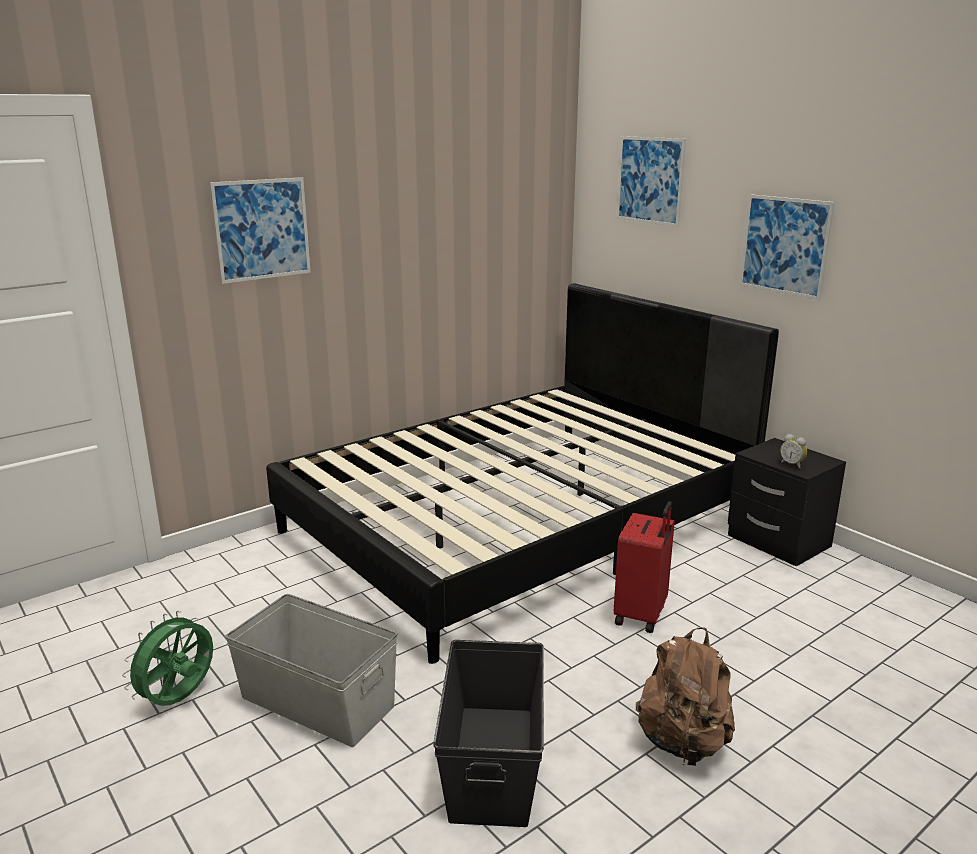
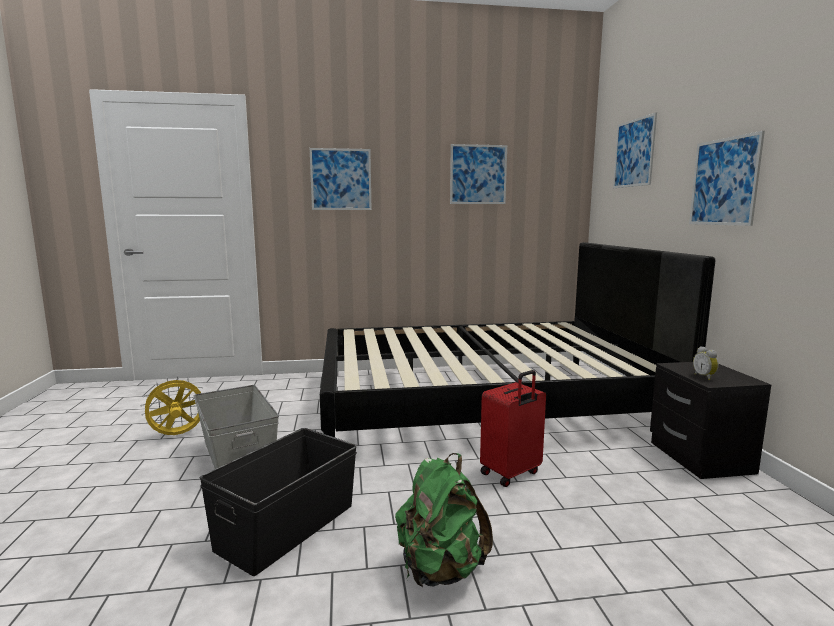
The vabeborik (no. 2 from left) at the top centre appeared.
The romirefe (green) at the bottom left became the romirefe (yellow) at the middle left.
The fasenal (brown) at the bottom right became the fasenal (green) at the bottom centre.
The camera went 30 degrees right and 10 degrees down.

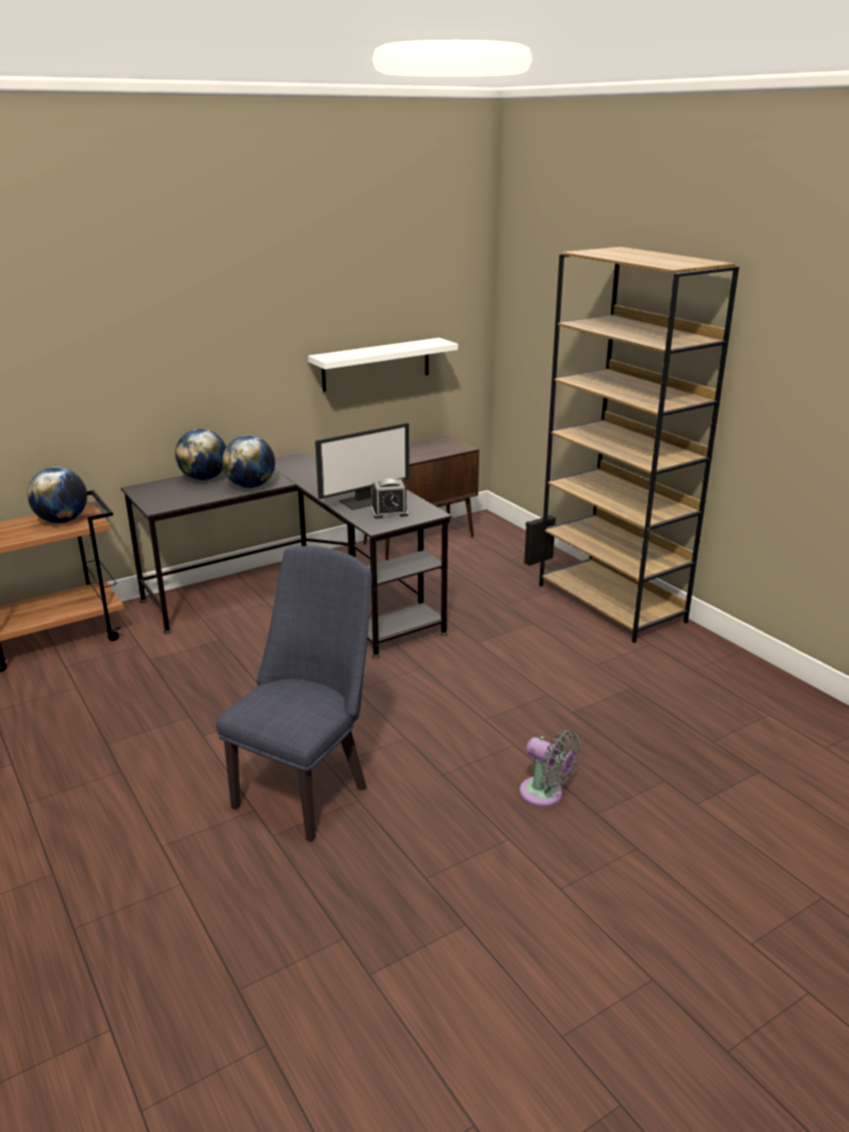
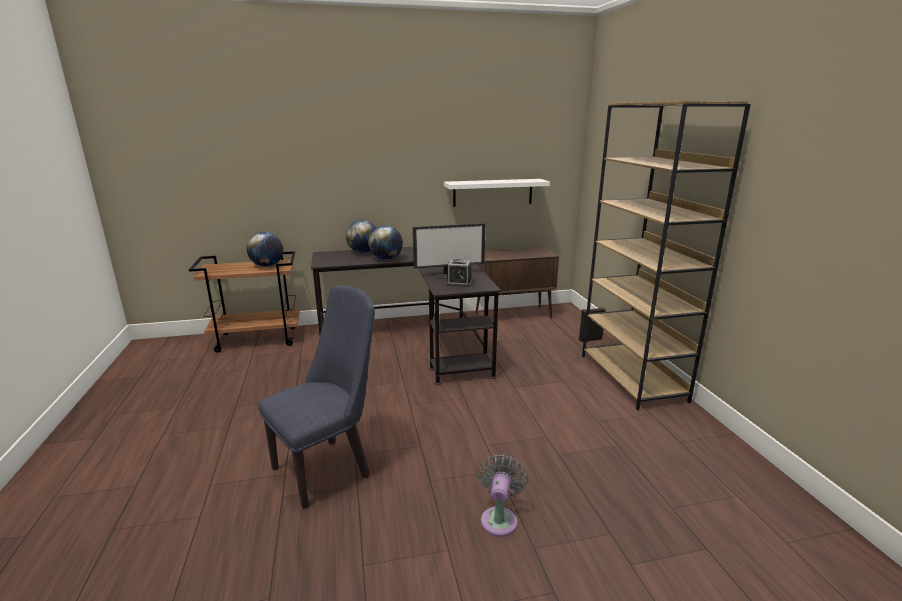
The romirefe (grey) at the bottom centre turned 135 degrees counterclockwise.
The camera went 20 degrees right and 5 degrees down.

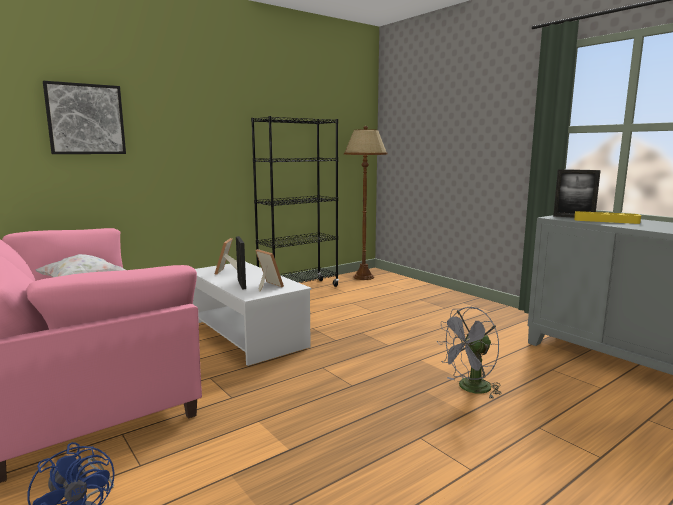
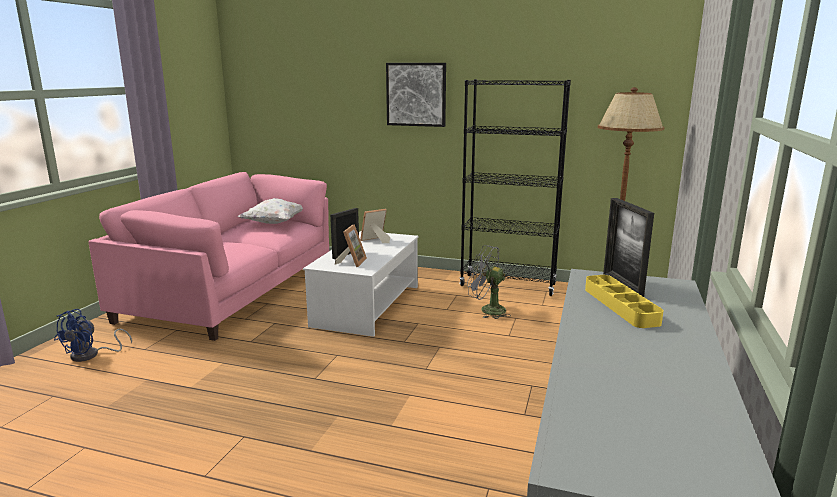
The vabeborik moved from the top left to the top centre.
The romirefe (grey) moved from the bottom right to the centre.
The camera went 55 degrees right and 5 degrees up.

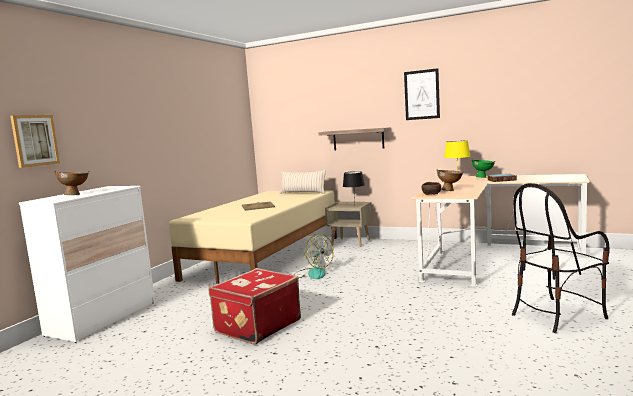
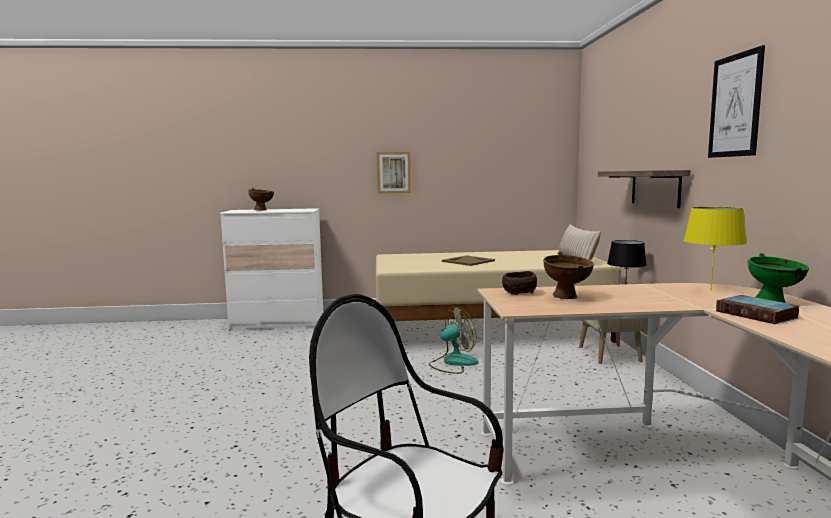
The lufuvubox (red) at the bottom centre disappeared.
The vabeborik (no. 1 from left) moved from the middle left to the centre.
The romirefe at the centre turned 135 degrees counterclockwise.
The camera went 60 degrees right and 0 degrees up.

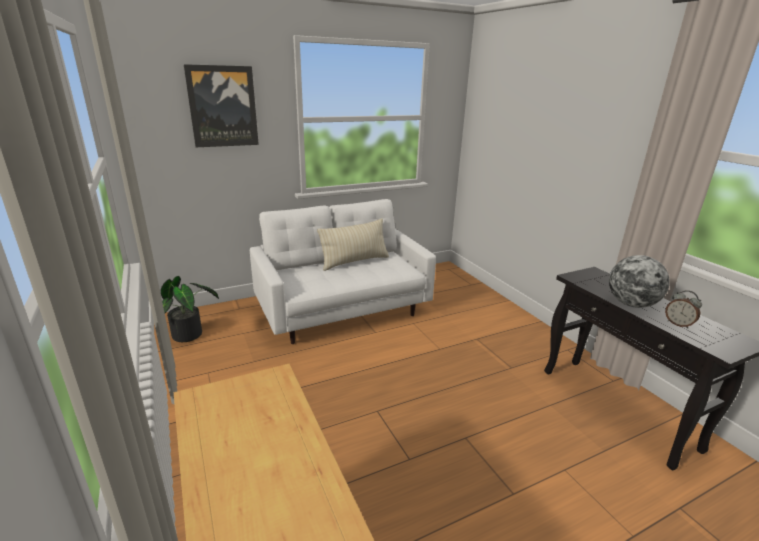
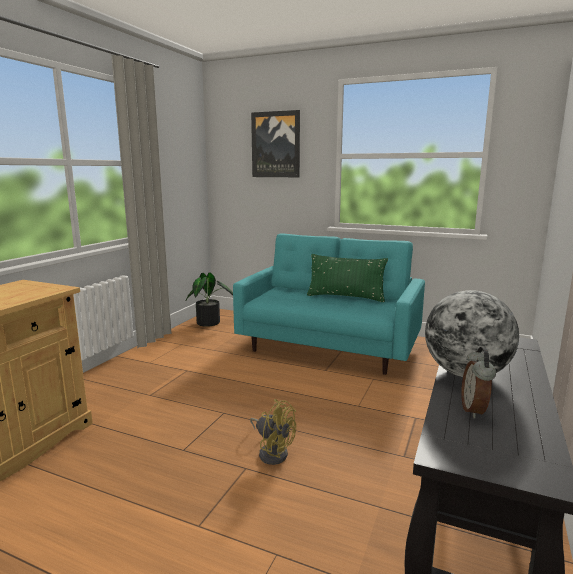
The romirefe (yellow) at the bottom centre appeared.
The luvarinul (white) at the centre became the luvarinul (turquoise) at the centre.
The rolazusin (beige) at the centre became the rolazusin (green) at the centre.
The camera went 50 degrees right and 10 degrees down.

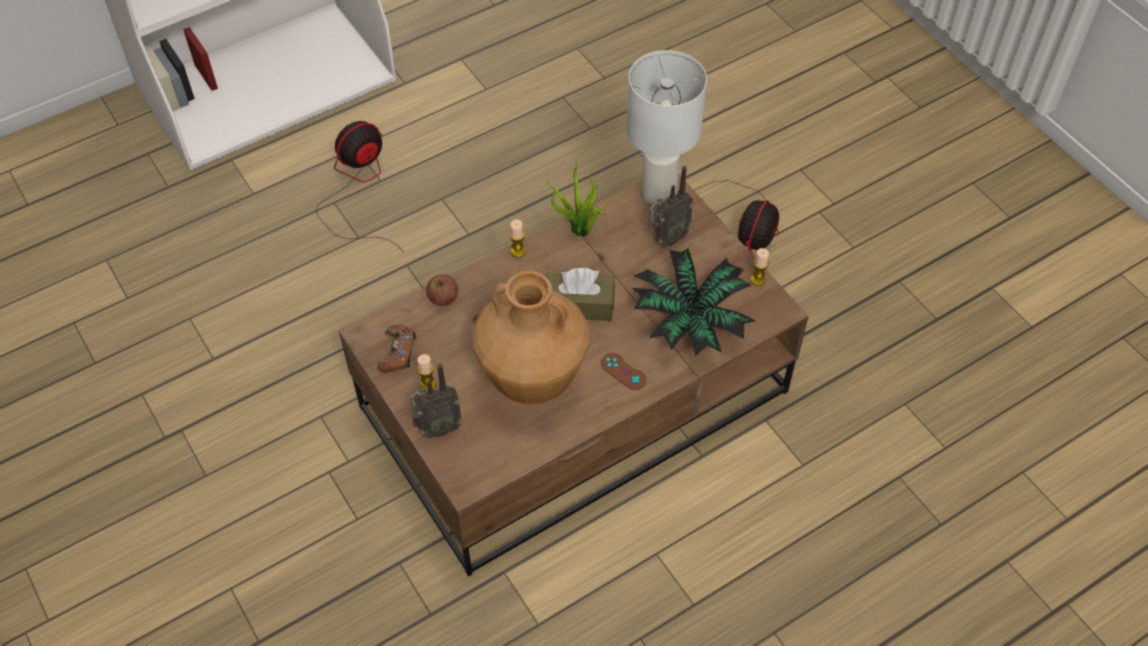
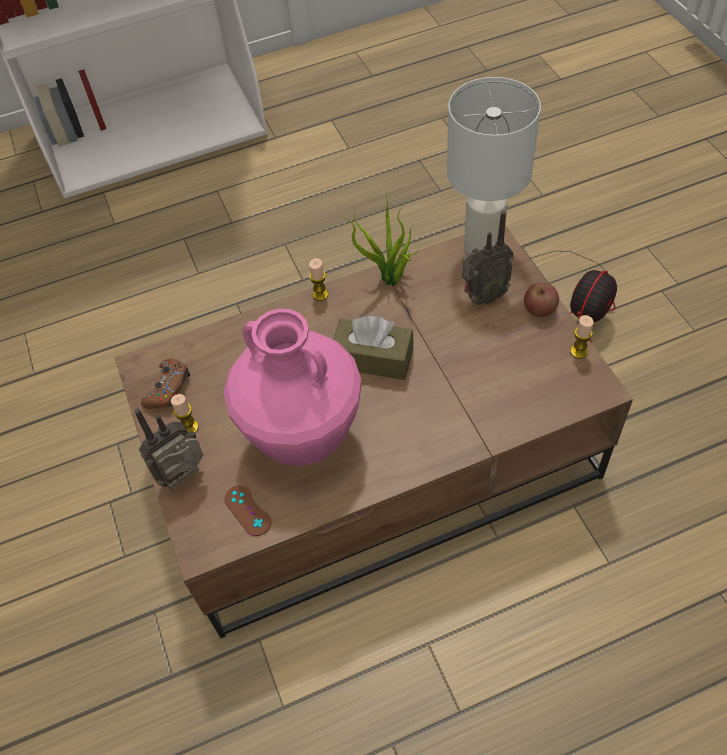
The romirefe (no. 1 from left) at the top left disappeared.
The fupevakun (no. 2 from left) at the centre disappeared.
The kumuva moved from the centre to the middle right.
The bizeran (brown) (no. 2 from left) moved from the centre to the bottom centre.
The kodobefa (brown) at the centre became the kodobefa (pink) at the centre.
The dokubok (no. 1 from left) at the centre turned 150 degrees clockwise.
The camera went 15 degrees right and 0 degrees up.

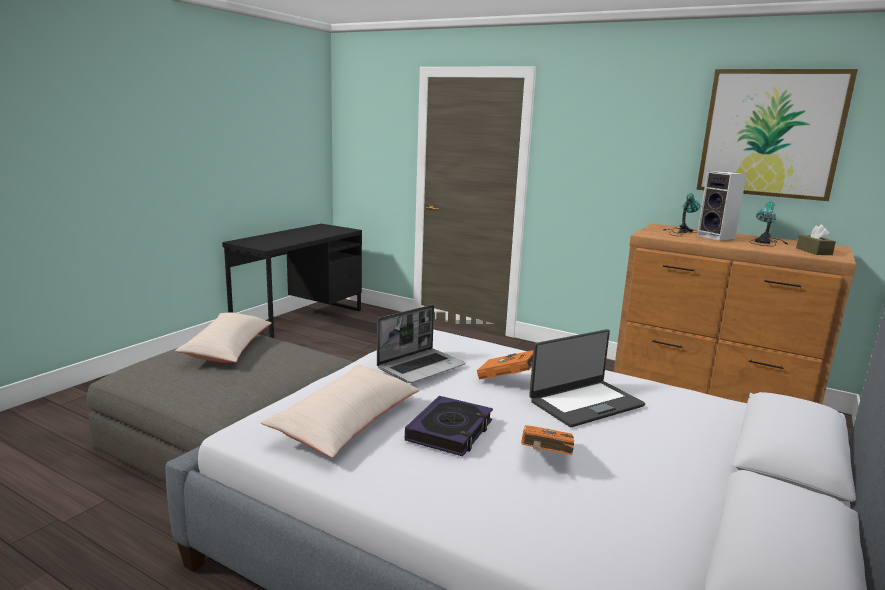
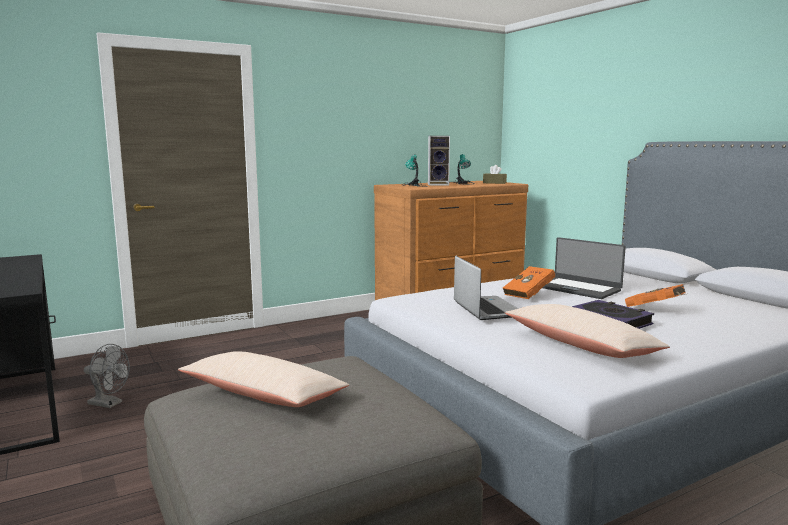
The vabeborik at the top right disappeared.
The romirefe (grey) at the bottom left appeared.
The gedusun (no. 2 from left) at the centre turned 135 degrees clockwise.
The camera went 60 degrees left and 5 degrees down.

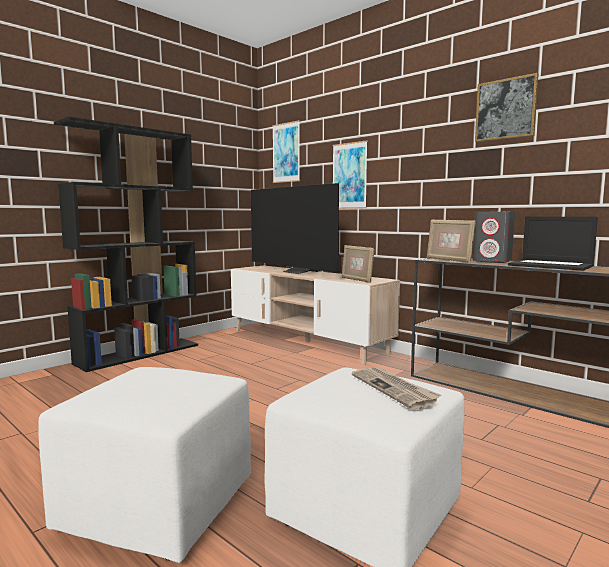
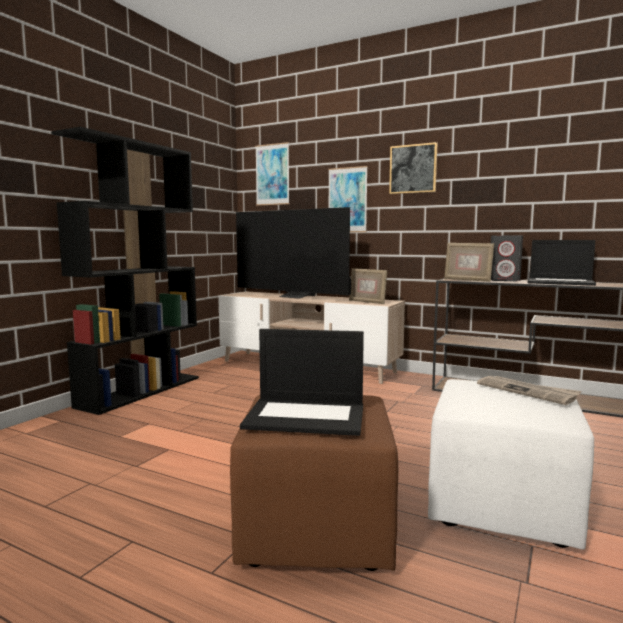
The gedusun (no. 1 from left) at the centre appeared.
The vabeborik (no. 3 from left) moved from the top right to the top centre.
The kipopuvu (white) (no. 1 from left) at the bottom left became the kipopuvu (brown) at the bottom centre.
The camera went 15 degrees left and 0 degrees up.

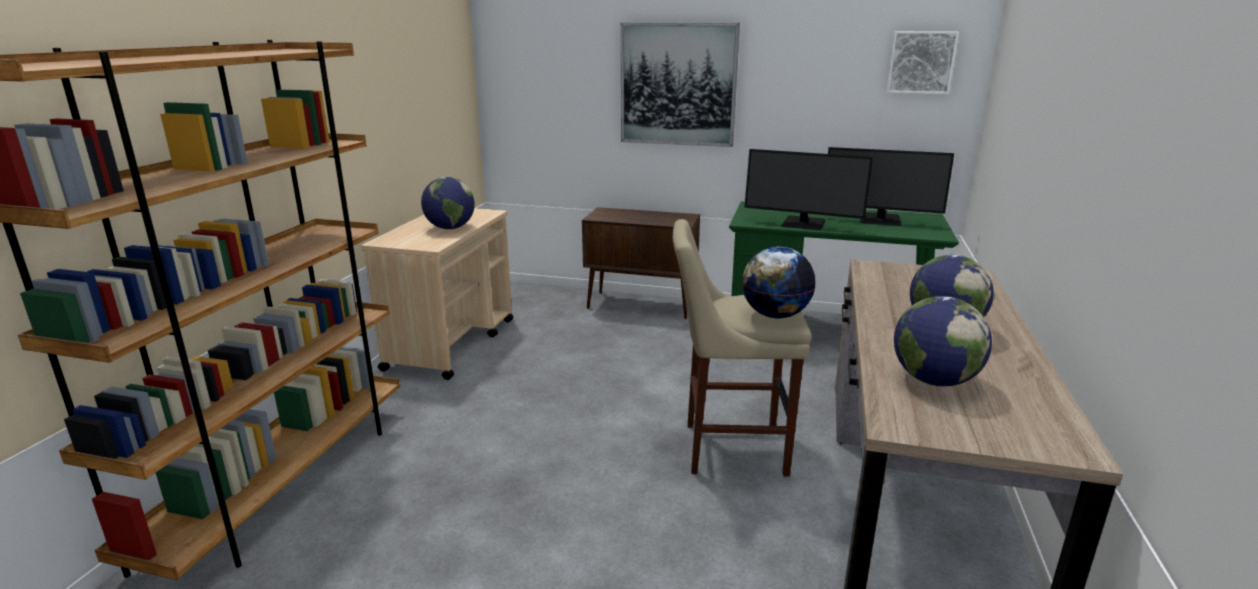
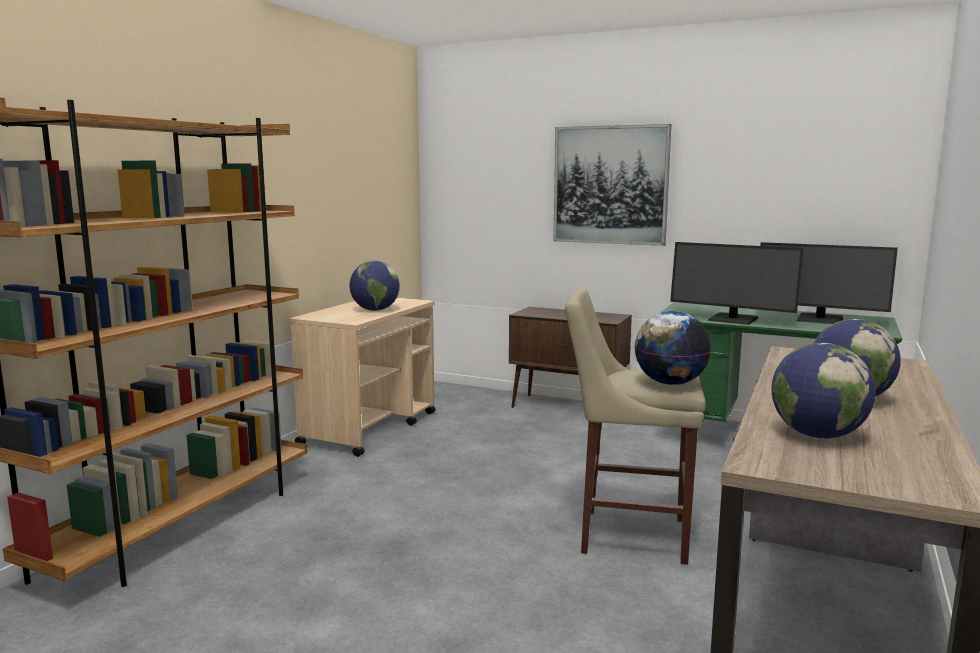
The vabeborik (no. 2 from left) at the top right disappeared.
The camera went 10 degrees right and 10 degrees down.

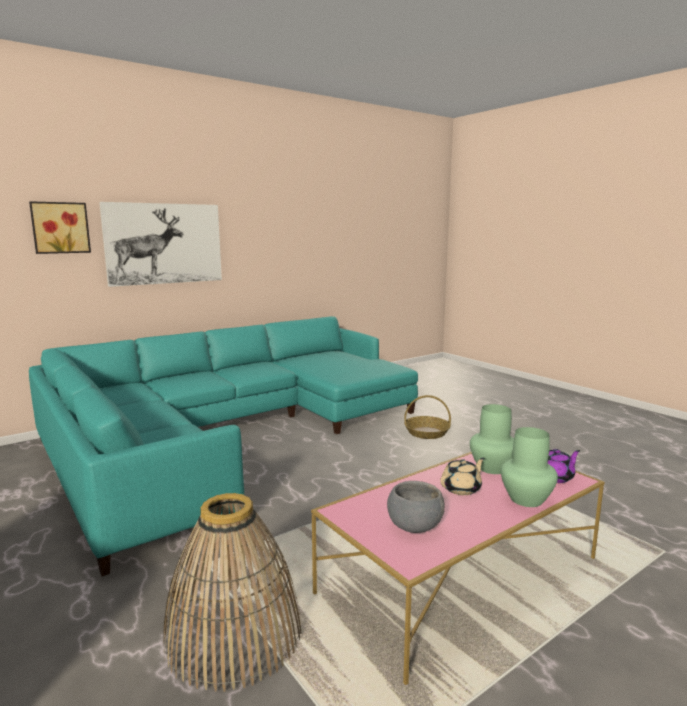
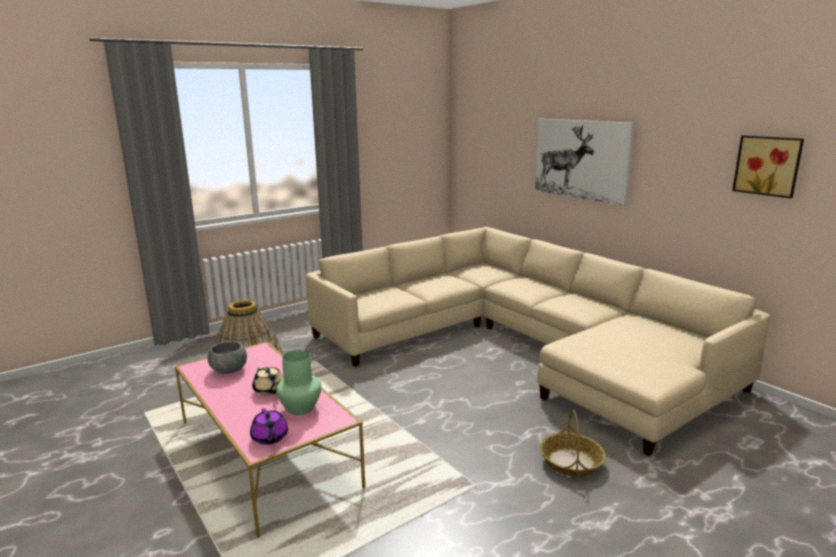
The kodobefa (green) (no. 2 from left) at the middle right disappeared.
The vabeborik (no. 1 from left in the first image) moved from the top left to the top right.
The luvarinul (turquoise) at the middle left became the luvarinul (beige) at the centre.
The camera went 90 degrees right and 5 degrees up.

